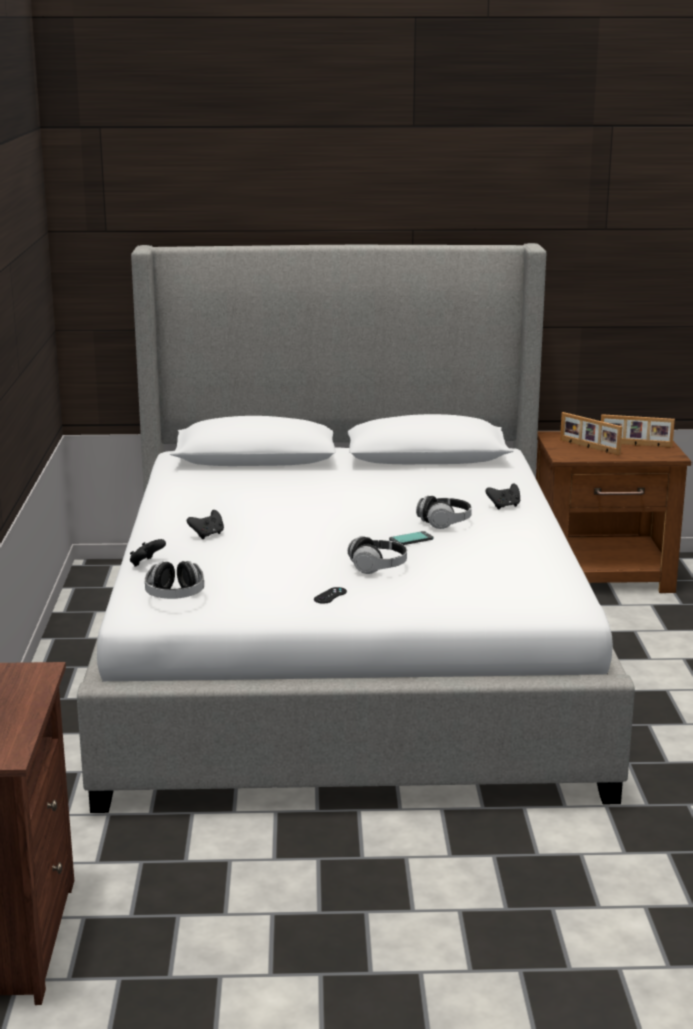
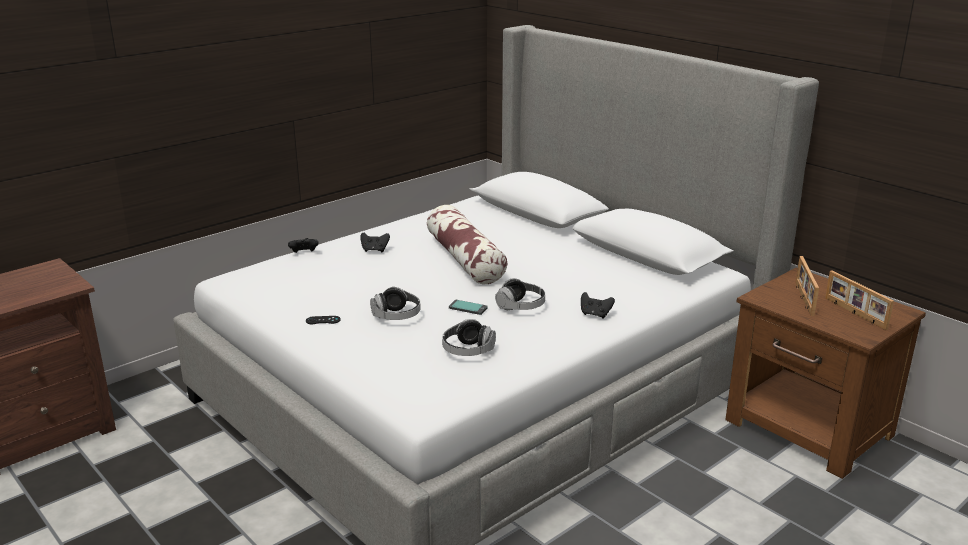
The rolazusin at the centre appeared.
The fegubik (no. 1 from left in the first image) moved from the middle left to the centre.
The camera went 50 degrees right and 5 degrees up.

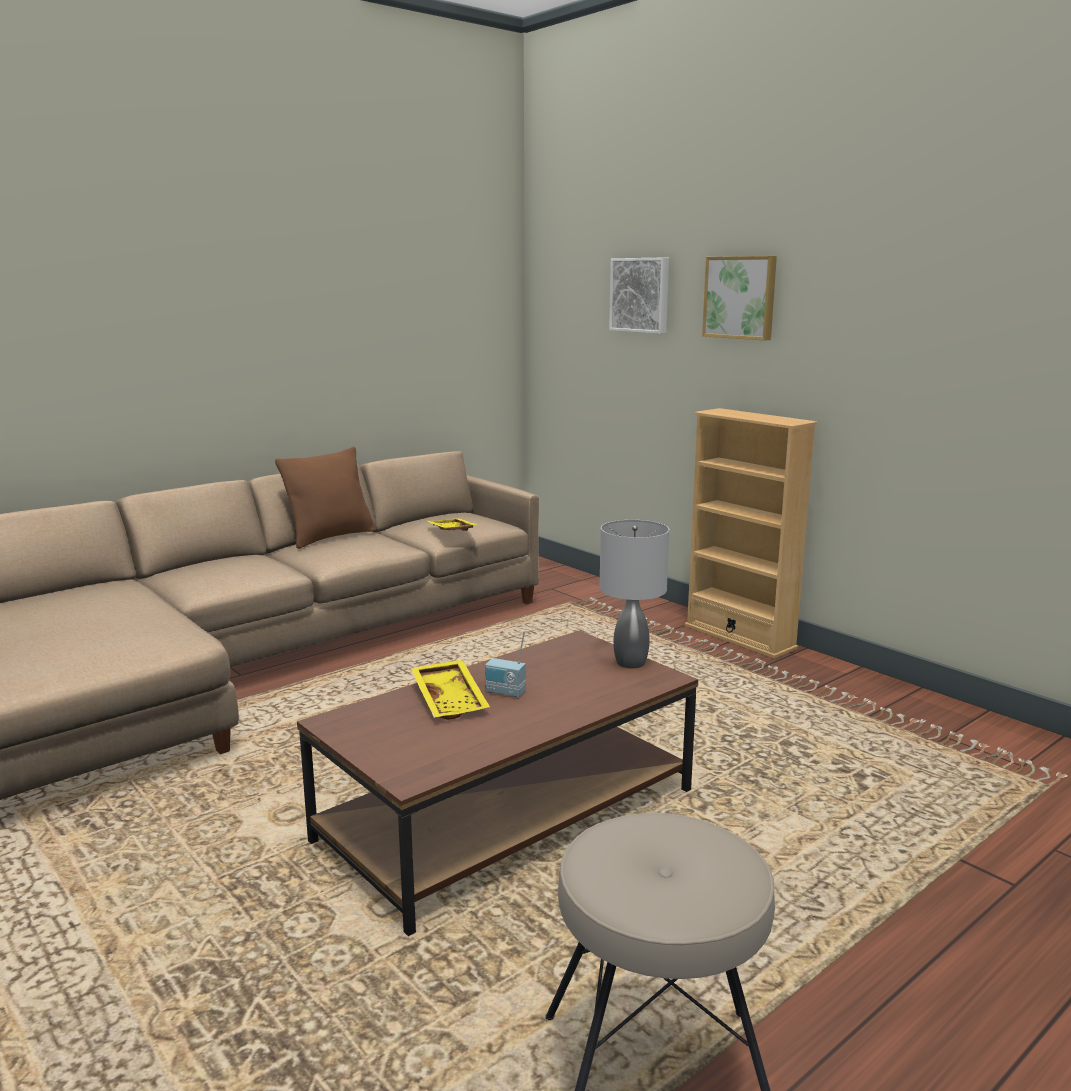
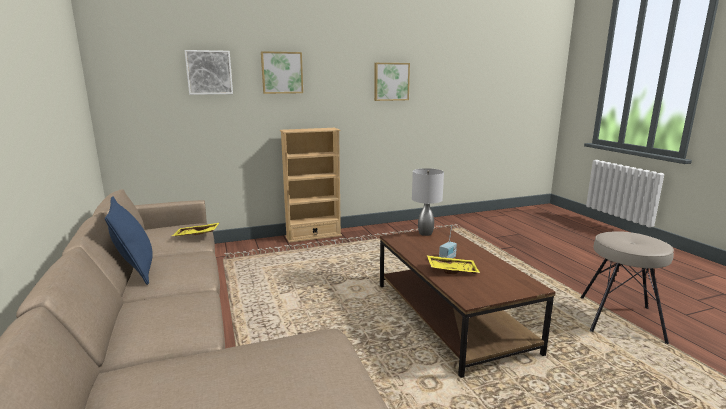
The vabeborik (no. 3 from left) at the top centre appeared.
The rolazusin (brown) at the middle left became the rolazusin (blue) at the middle left.
The camera went 70 degrees left and 0 degrees up.

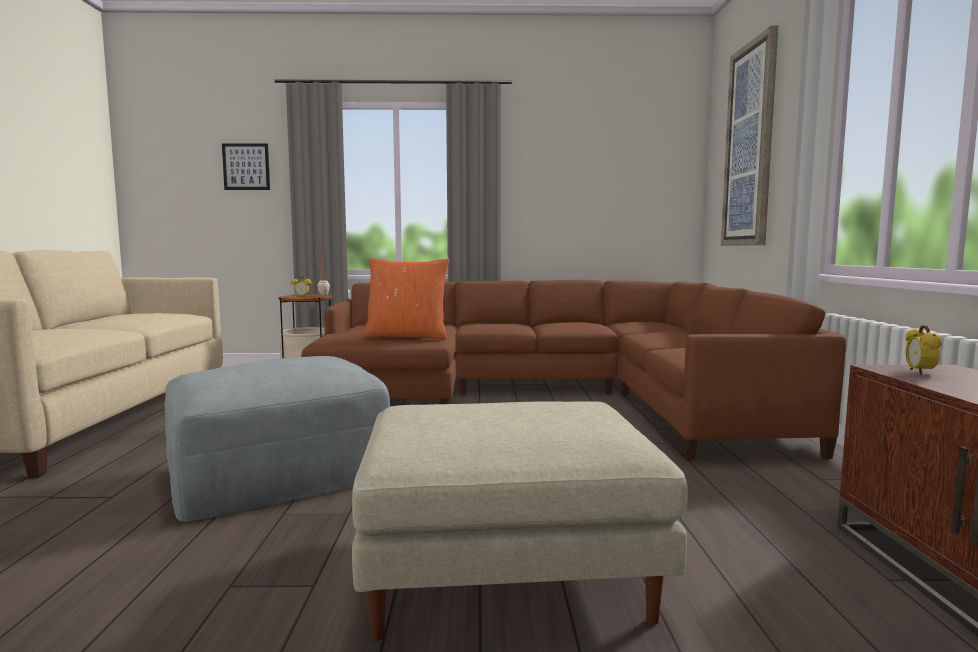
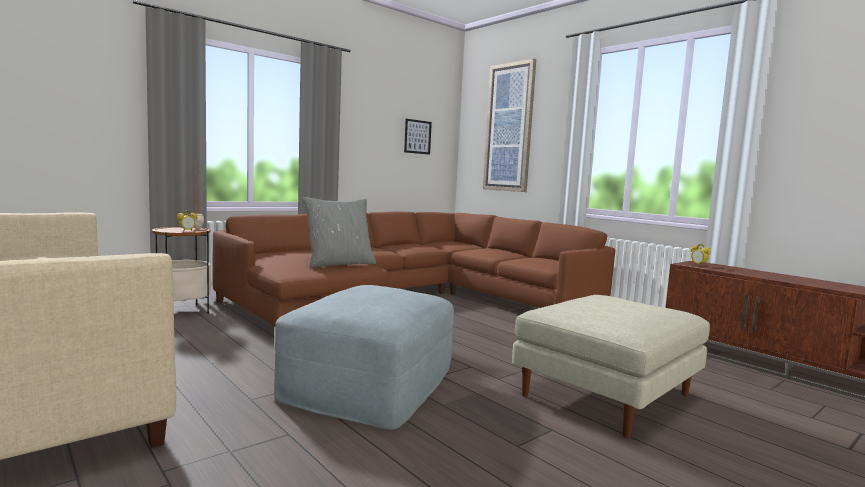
The vabeborik (no. 1 from left) moved from the top left to the top centre.
The rolazusin (orange) at the centre became the rolazusin (grey) at the centre.
The camera went 40 degrees left and 0 degrees up.

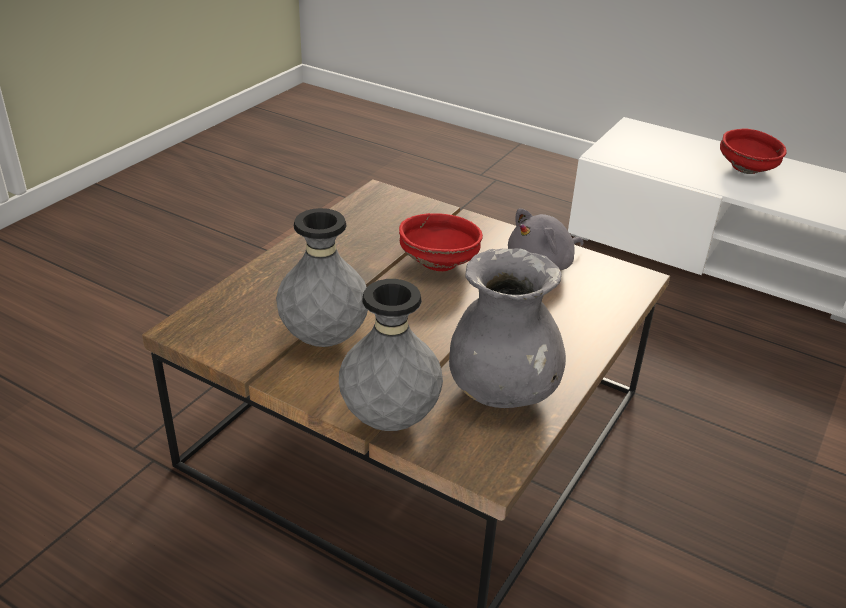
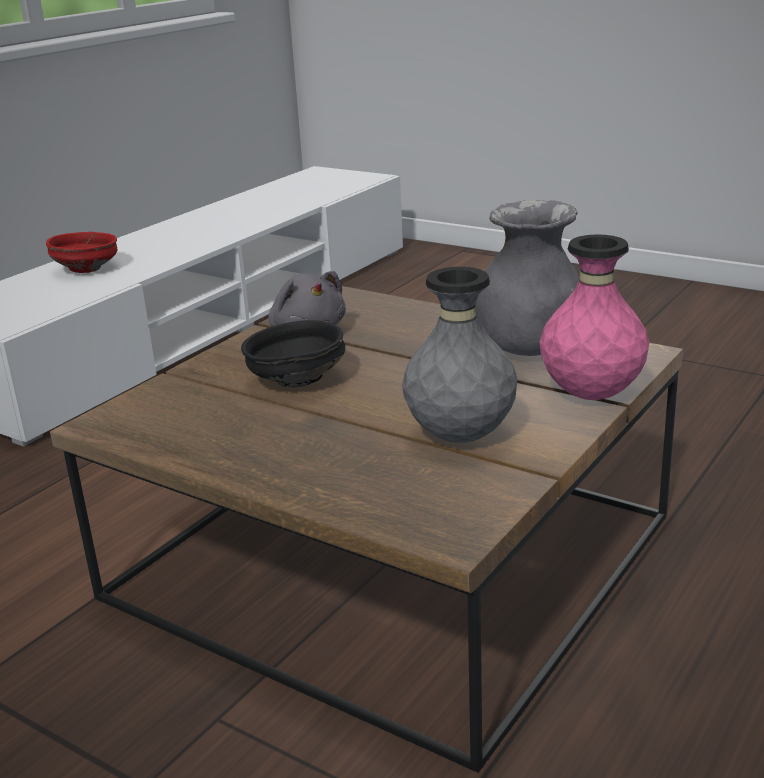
The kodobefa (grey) (no. 2 from left) at the centre became the kodobefa (pink) at the middle right.
The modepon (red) (no. 1 from left) at the centre became the modepon (black) at the centre.
The camera went 85 degrees left and 10 degrees down.

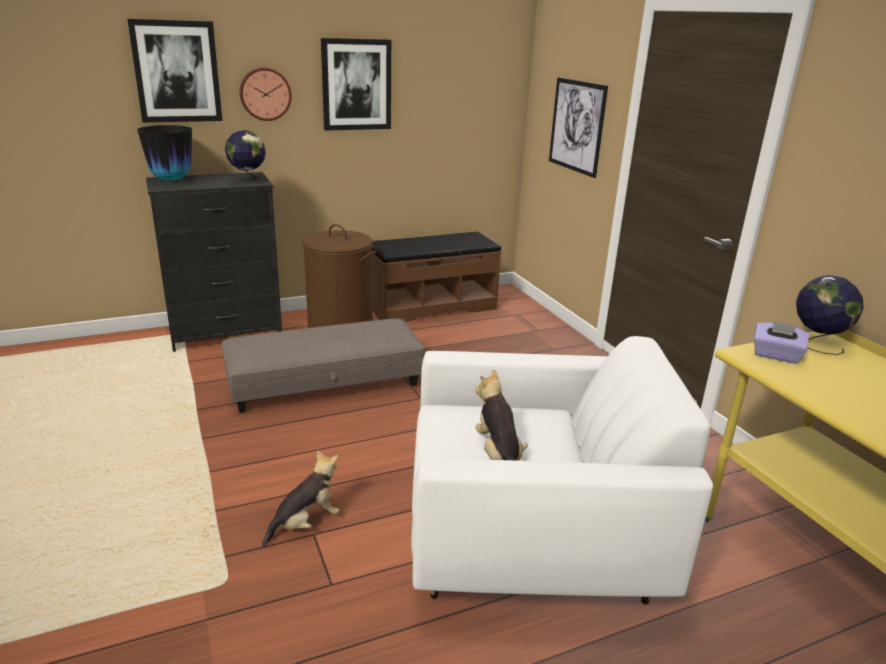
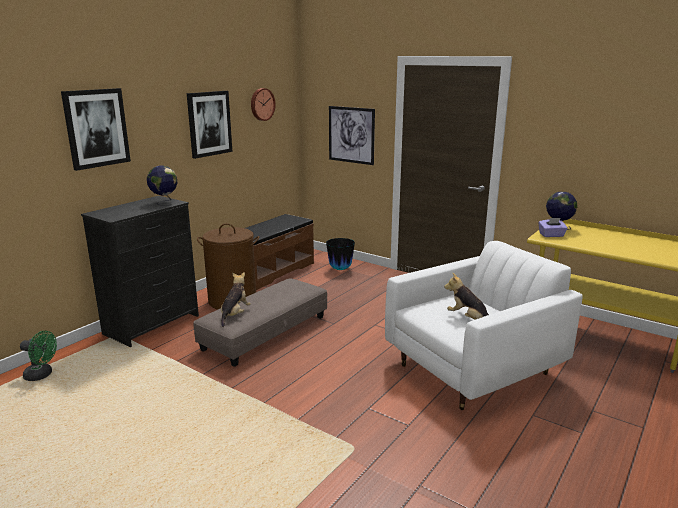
The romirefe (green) at the bottom left appeared.
The kodobefa moved from the top left to the centre.
The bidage moved from the top left to the top centre.
The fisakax (no. 1 from left) moved from the bottom centre to the centre.
The camera went 30 degrees left and 5 degrees down.

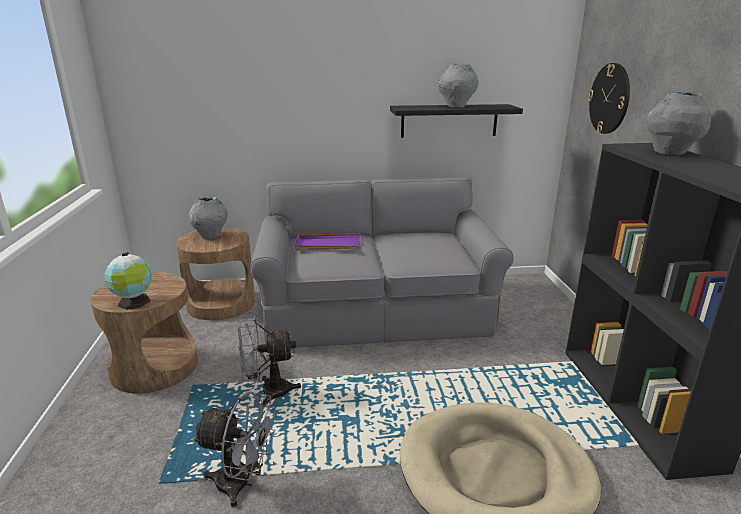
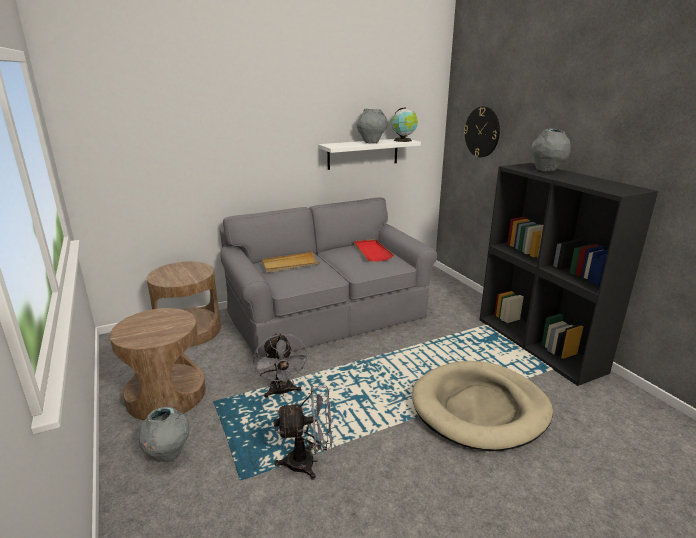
The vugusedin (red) at the centre appeared.
The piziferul moved from the middle left to the top centre.
The kodobefa (grey) (no. 1 from left) moved from the middle left to the bottom left.
The vugusedin (purple) at the centre became the vugusedin (beige) at the centre.
The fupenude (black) at the top centre became the fupenude (white) at the top centre.
The romirefe (grey) (no. 2 from left in the first image) at the bottom centre turned 75 degrees counterclockwise.
The camera went 20 degrees left and 0 degrees up.

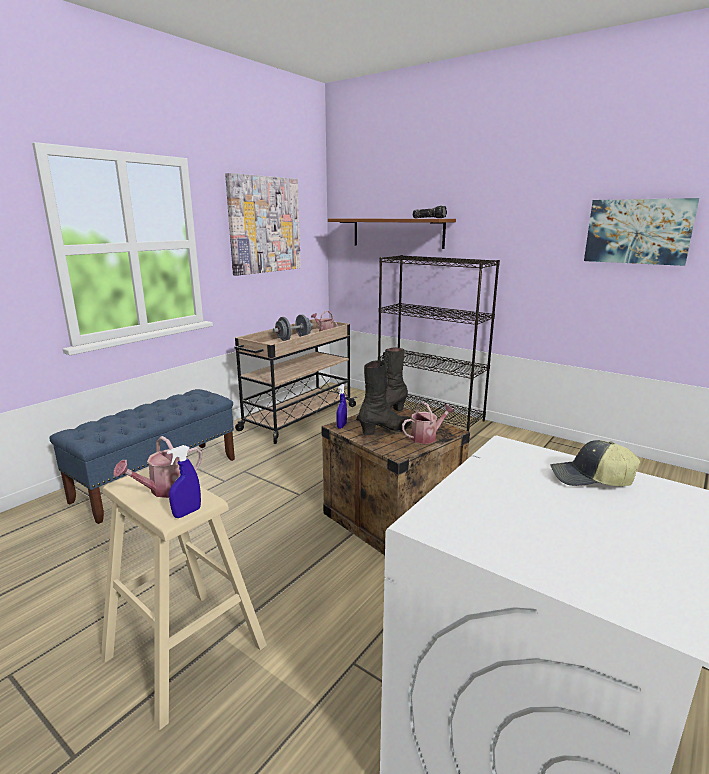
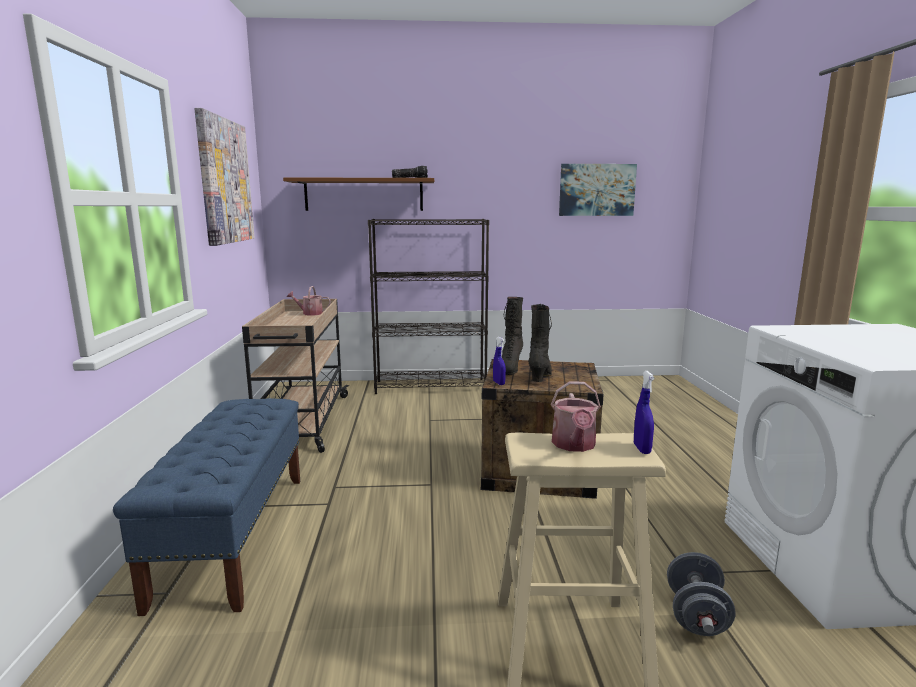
The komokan (no. 3 from left) at the centre disappeared.
The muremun at the middle right disappeared.
The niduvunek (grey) moved from the centre to the bottom right.
The camera went 40 degrees left and 5 degrees down.

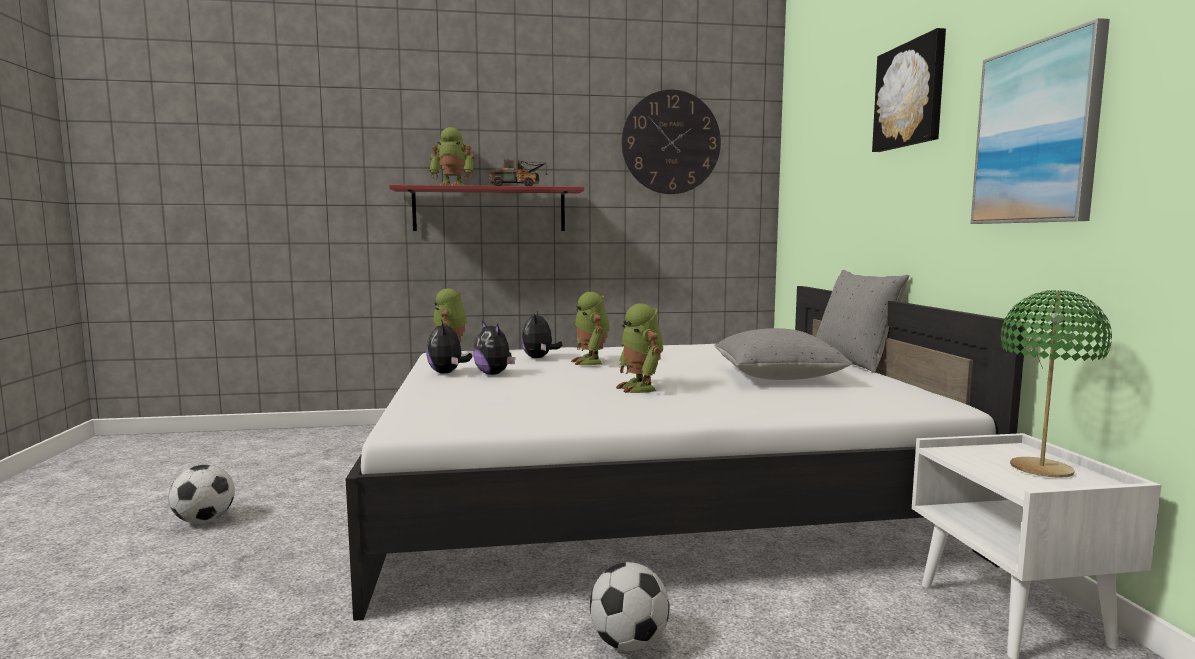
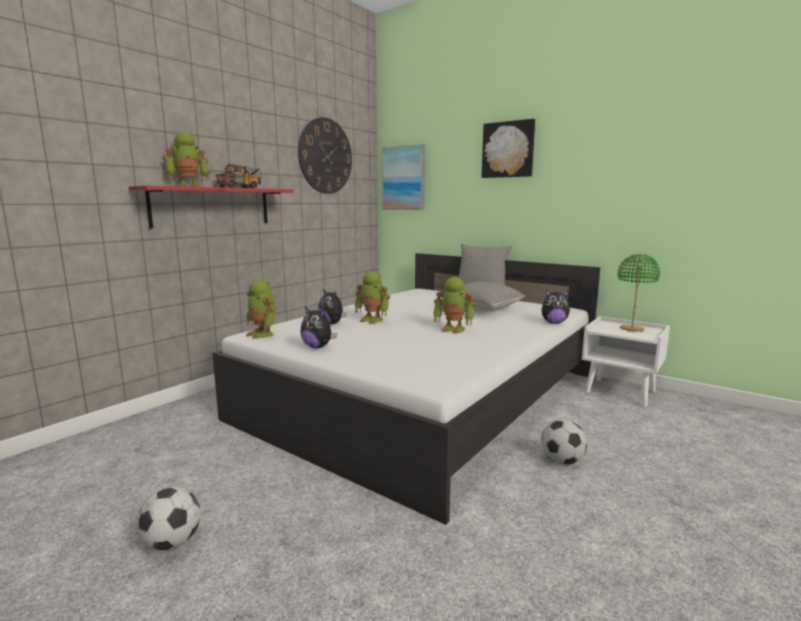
The fisakax (no. 2 from left in the first image) moved from the centre to the middle right.
The vabeborik (no. 2 from left in the first image) moved from the top right to the top centre.
The camera went 45 degrees left and 5 degrees up.

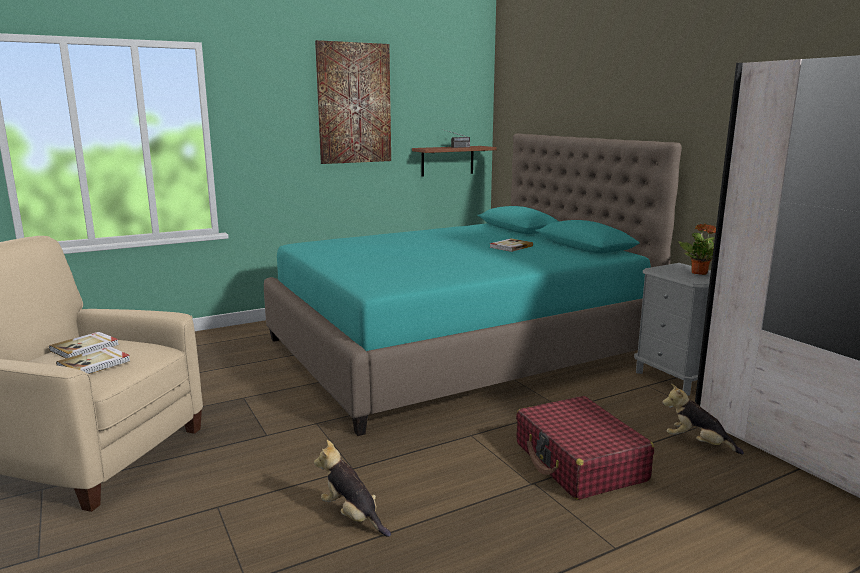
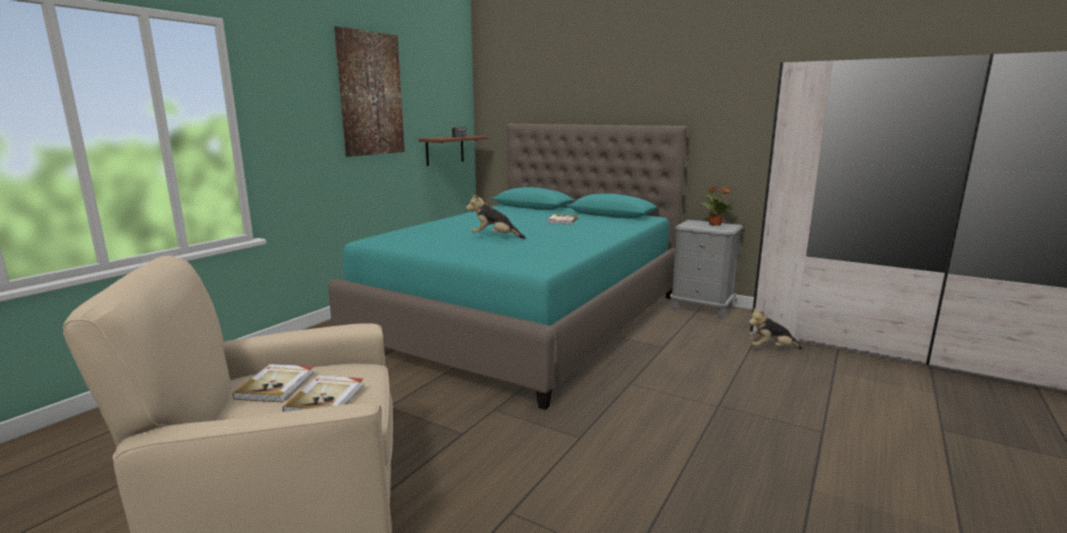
The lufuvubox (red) at the bottom right disappeared.
The fisakax (no. 1 from left) moved from the bottom centre to the centre.
The camera went 30 degrees left and 0 degrees up.

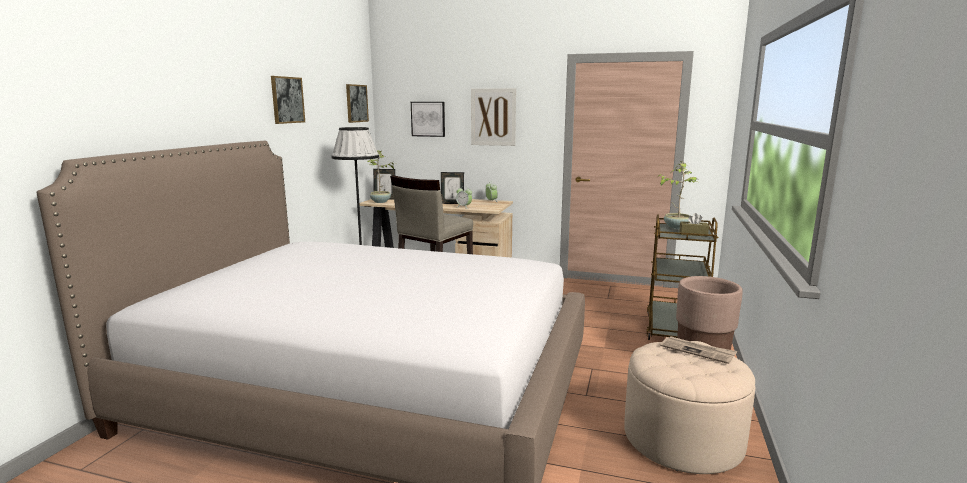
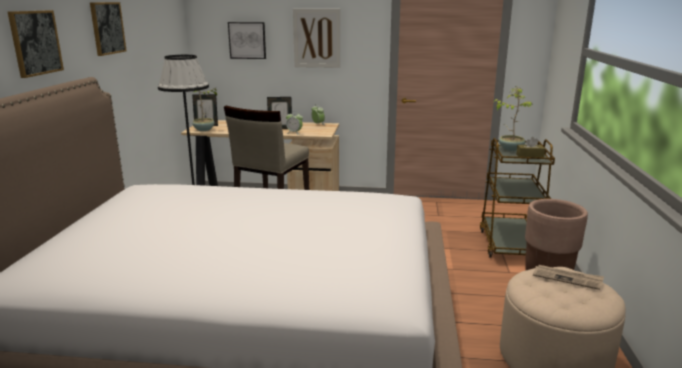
The vabeborik (no. 2 from left in the first image) moved from the top centre to the top left.
The camera went 10 degrees left and 5 degrees up.

